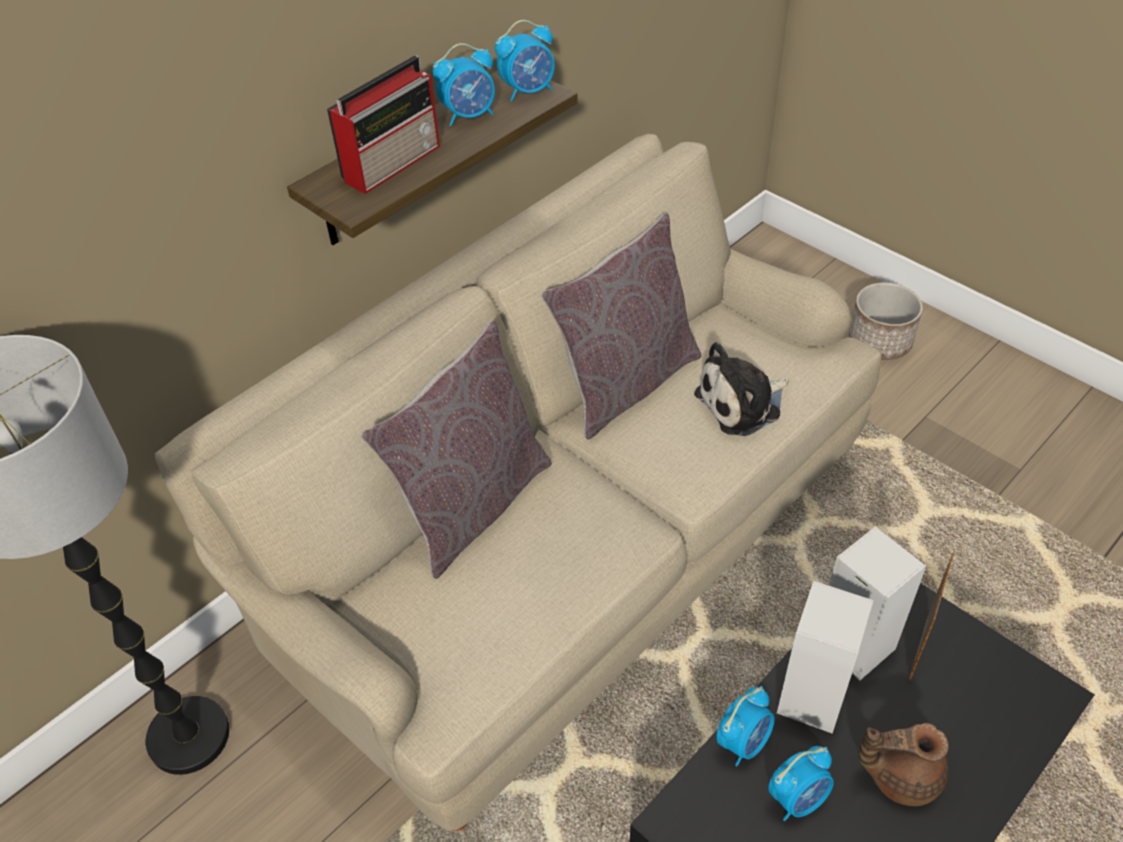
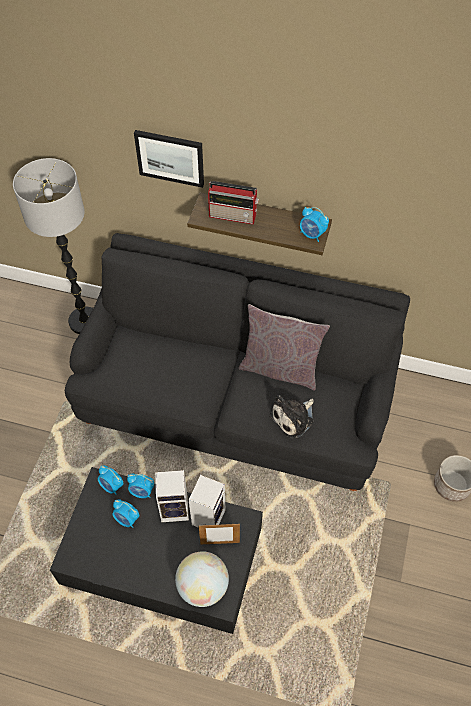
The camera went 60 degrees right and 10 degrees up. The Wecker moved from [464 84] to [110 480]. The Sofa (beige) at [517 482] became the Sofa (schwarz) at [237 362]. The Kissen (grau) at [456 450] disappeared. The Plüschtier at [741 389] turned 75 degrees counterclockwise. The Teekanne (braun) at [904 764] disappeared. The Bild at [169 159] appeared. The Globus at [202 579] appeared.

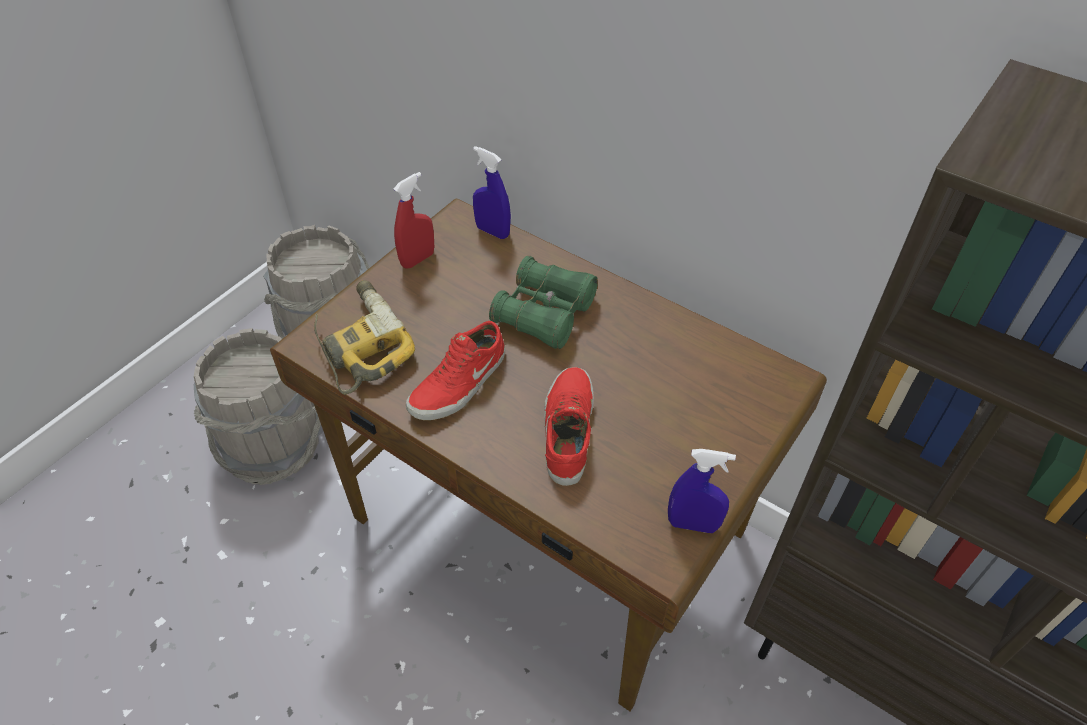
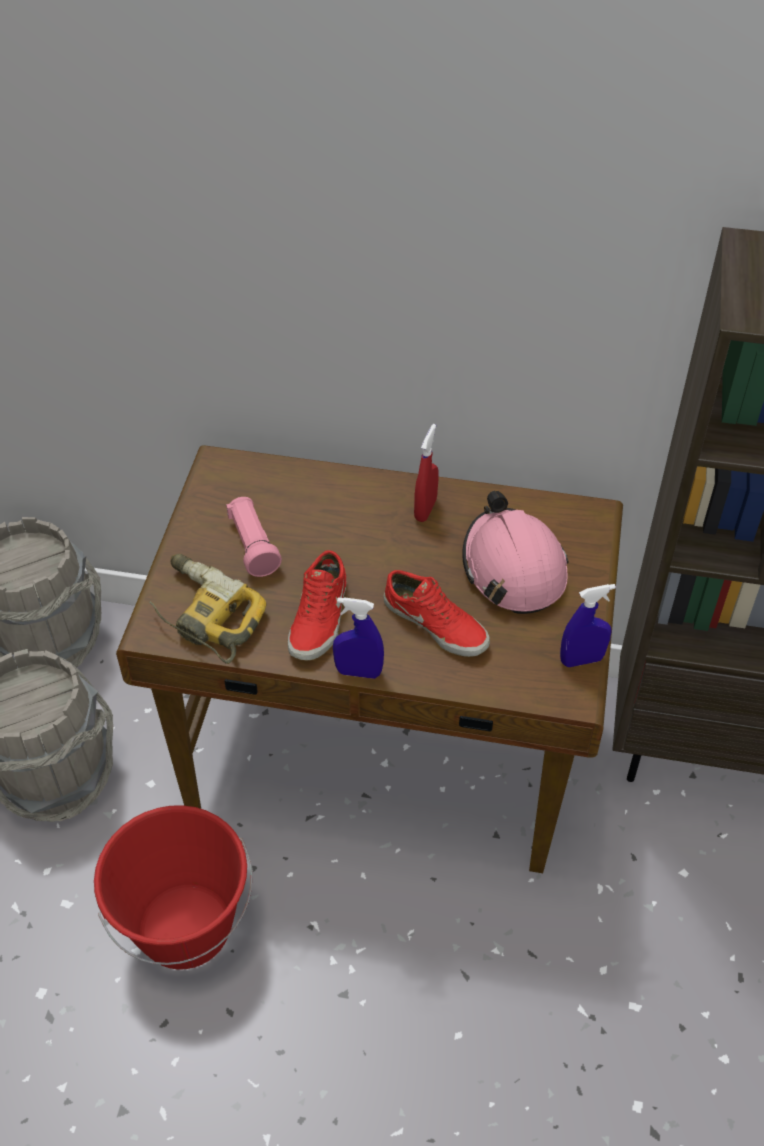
The camera went 25 degrees left and 0 degrees up. The Sprühflasche (blau) moved from [492 192] to [358 638]. The Sprühflasche (rot) moved from [413 220] to [426 473]. The Fernglas (grün) at [543 302] disappeared. The Schuh (rot) at [569 426] turned 150 degrees clockwise. The Schutzhelm (rosa) at [515 552] appeared. The Taschenlampe (rosa) at [254 537] appeared. The Eimer (rot) at [173 887] appeared.

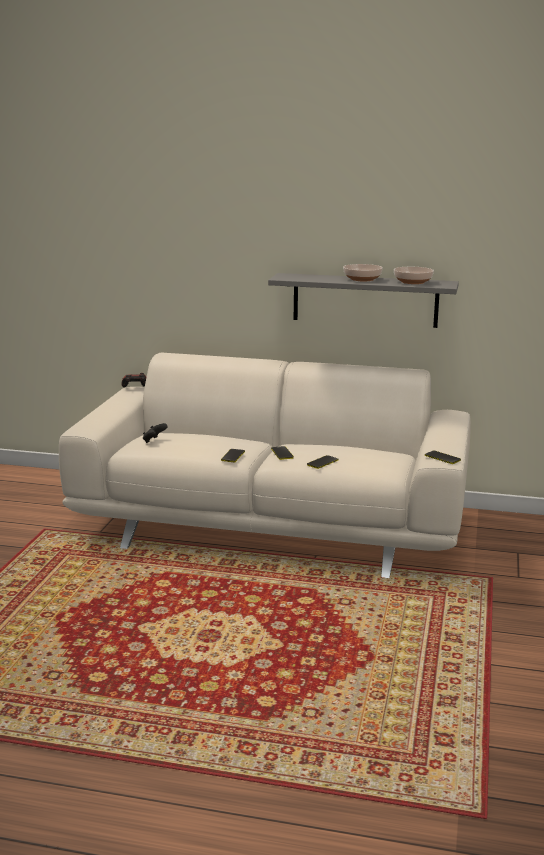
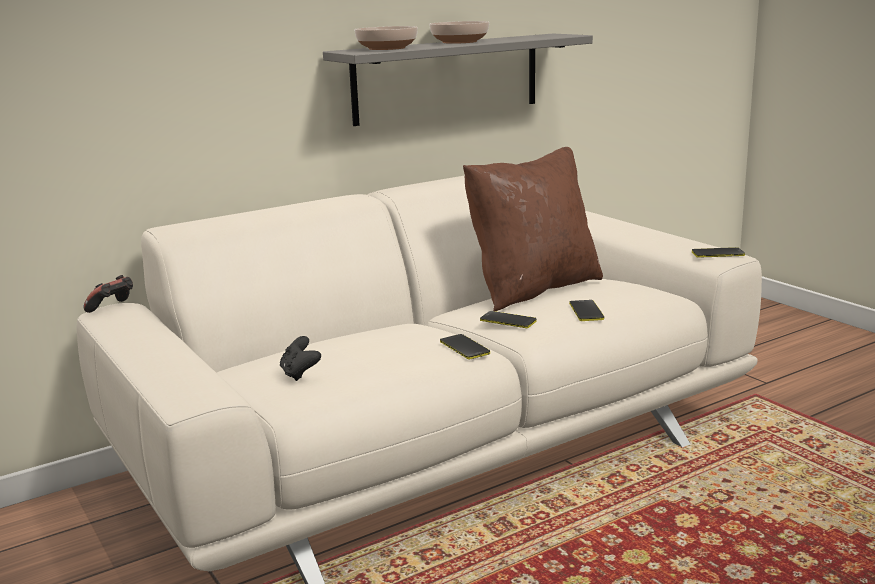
The camera went 45 degrees left and 0 degrees up. The Schüssel moved from [414 275] to [386 38]. The Kissen (braun) at [533 229] appeared.

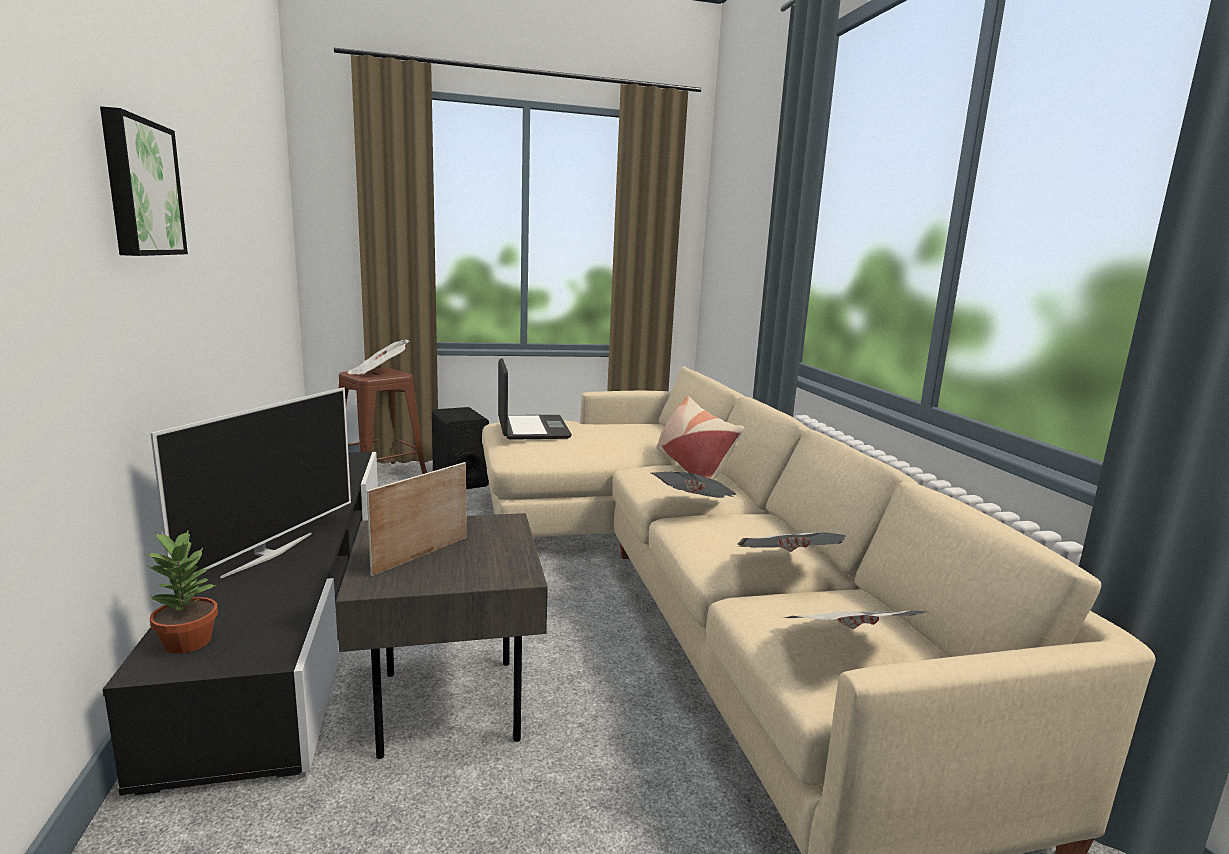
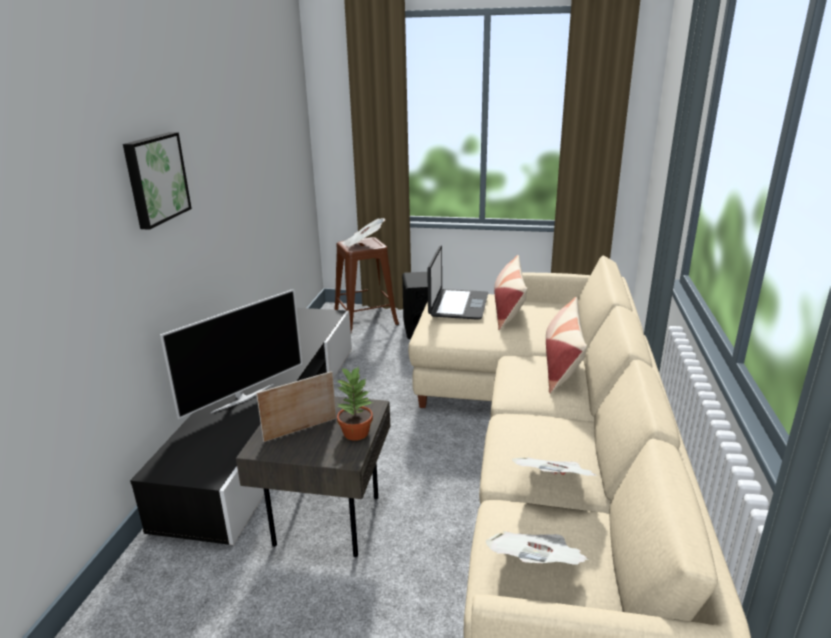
The camera went 25 degrees right and 10 degrees up. The Zeitung at [693 485] disappeared. The Topfpflanze moved from [181 591] to [355 404]. The Kissen at [511 292] appeared.

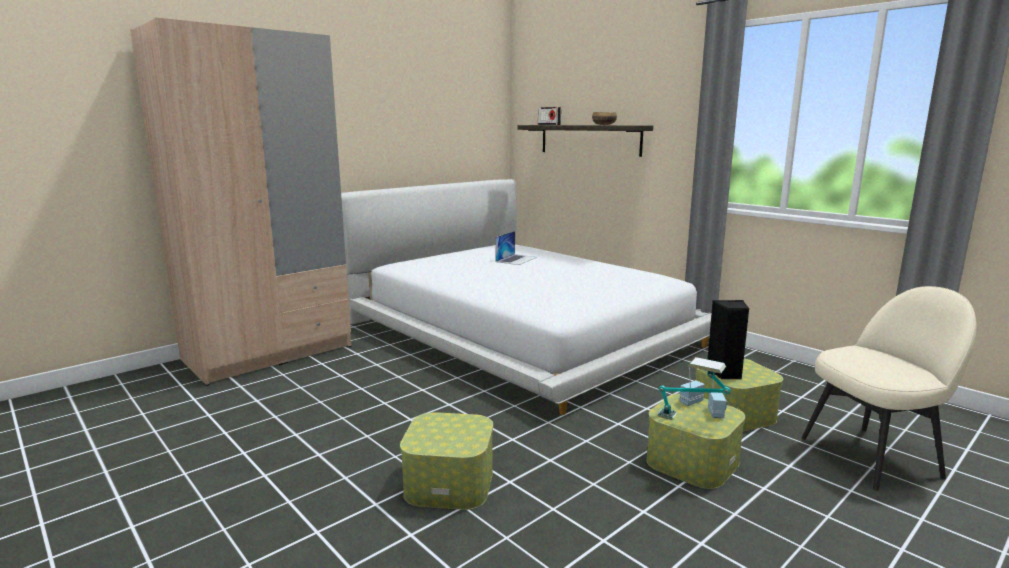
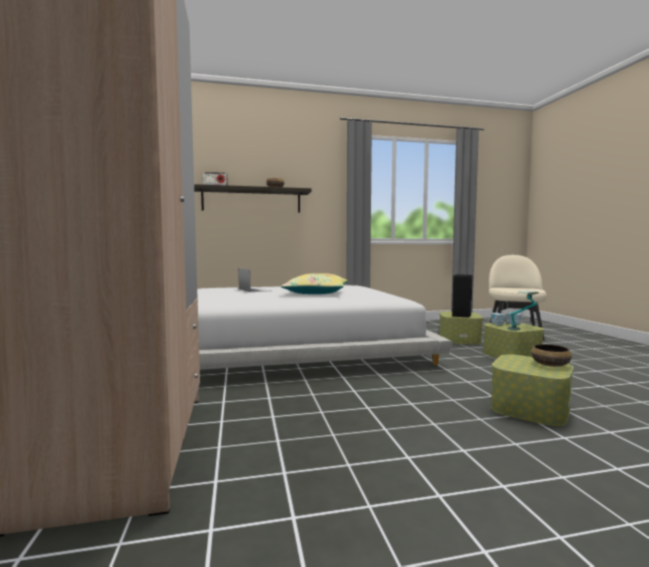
The camera went 60 degrees left and 10 degrees down. The Kissen (gelb) at [314 283] appeared. The Schüssel at [551 355] appeared.

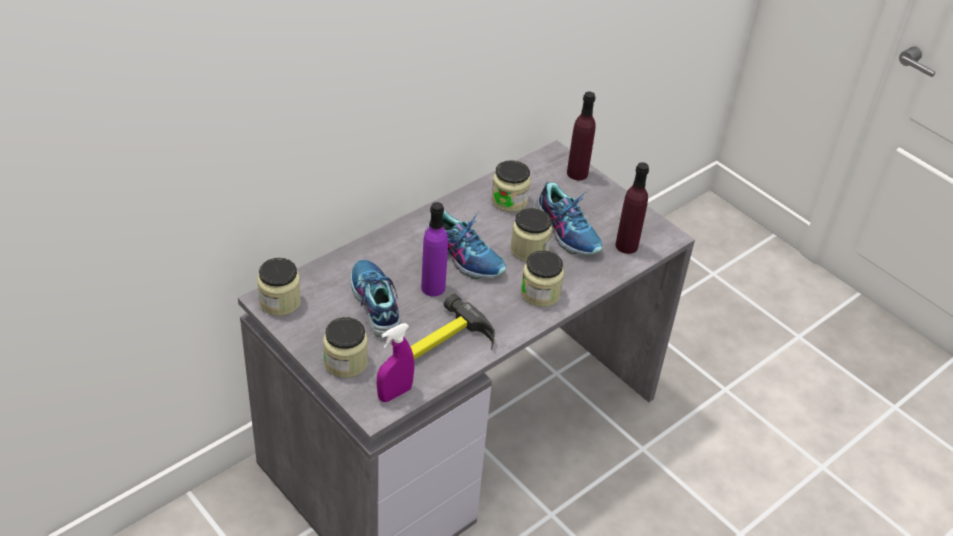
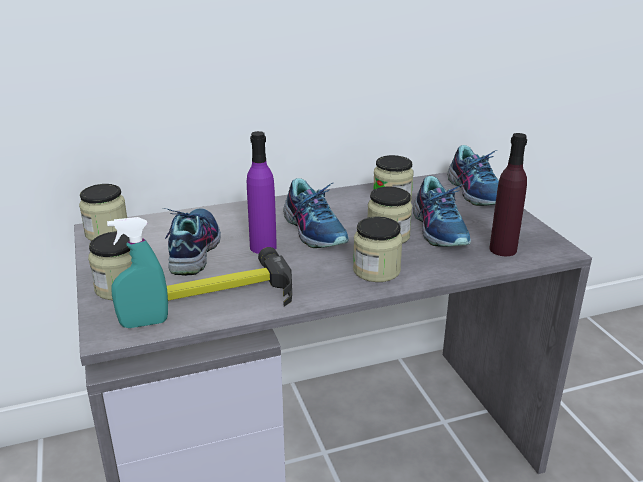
The camera went 25 degrees right and 15 degrees down. The Flasche (lila) at [581 136] was replaced by the Schuh at [473 175]. The Sprühflasche (lila) at [395 362] became the Sprühflasche (türkis) at [137 272].

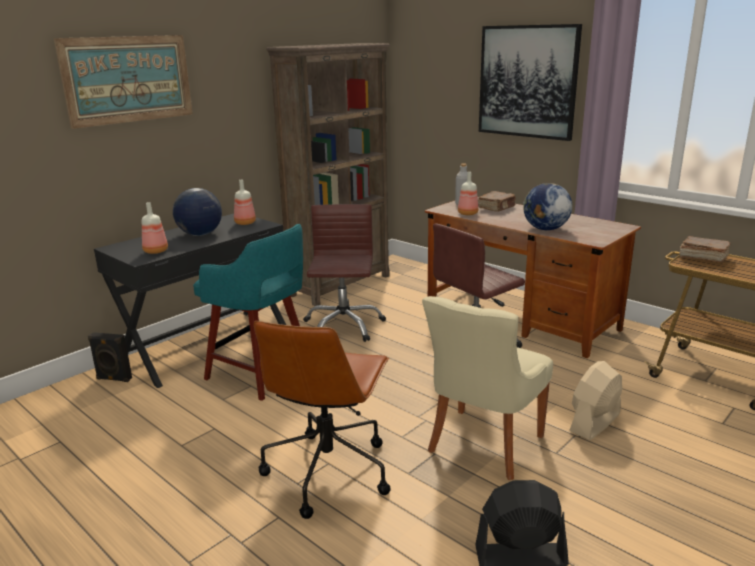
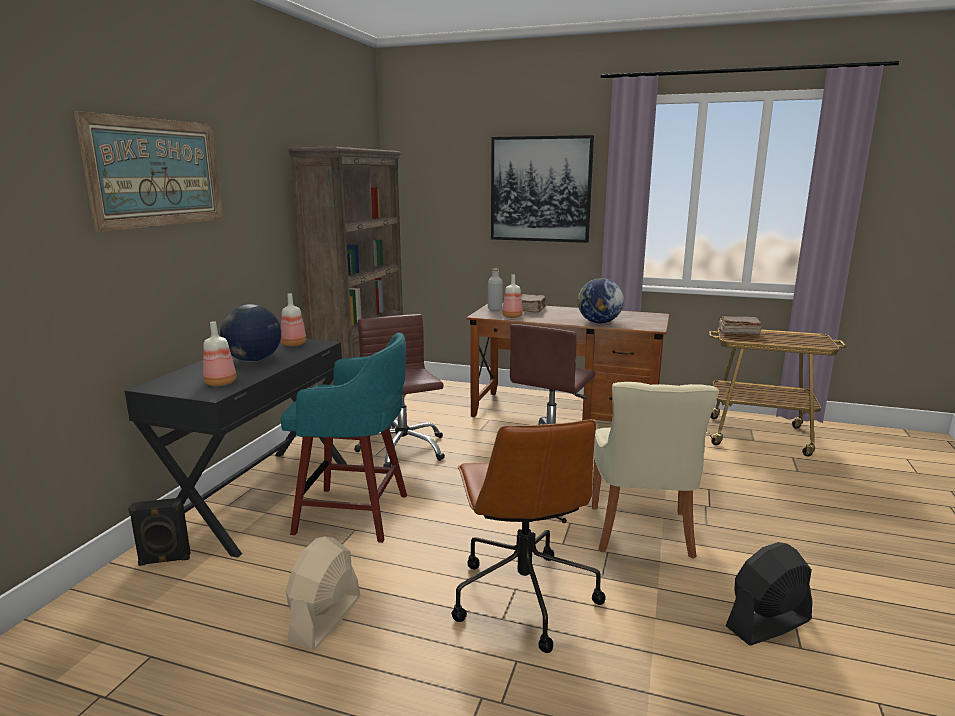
The camera went 25 degrees left and 5 degrees down. The Ventilator (beige) moved from [595 400] to [322 593].

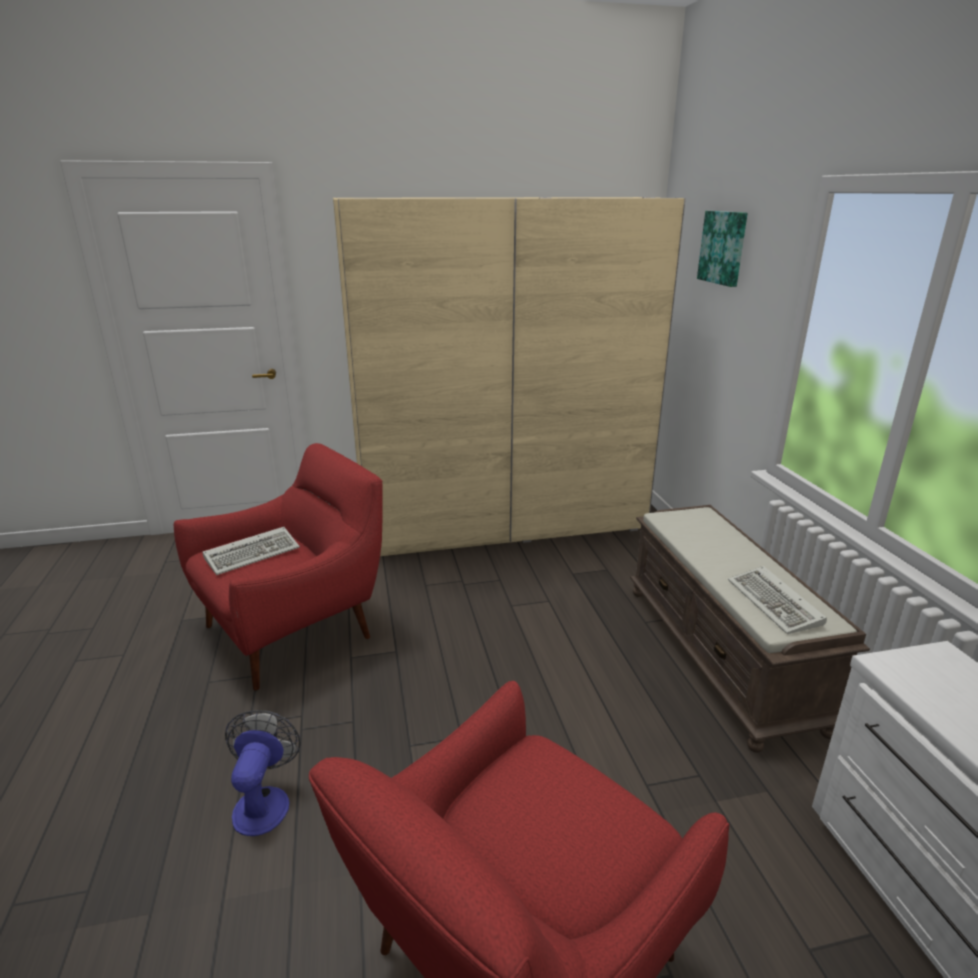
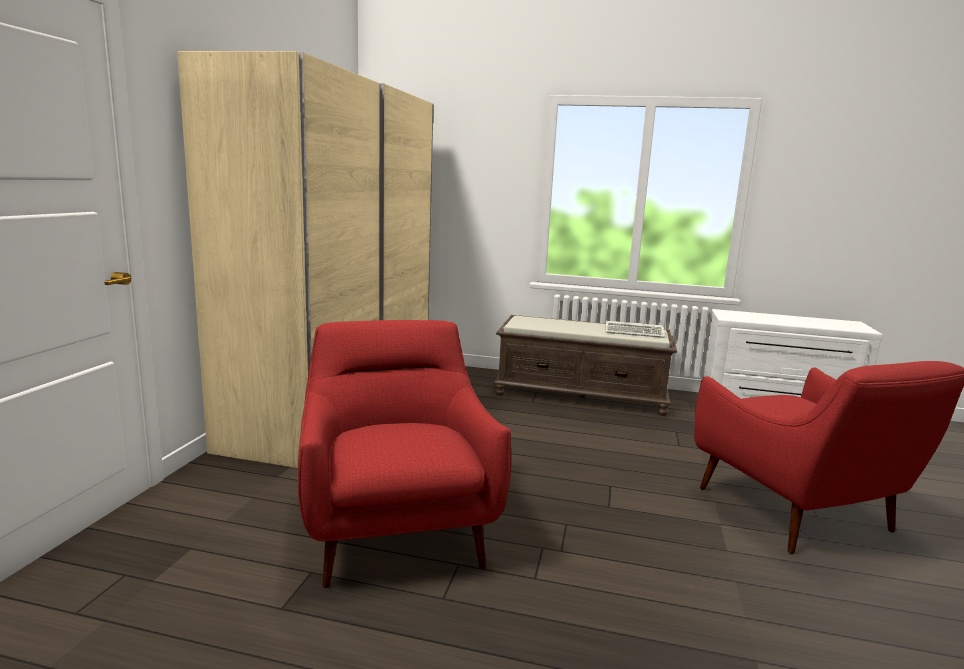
The camera went 65 degrees left and 10 degrees down. The Bild at [722 249] disappeared. The Tastatur at [251 551] disappeared. The Ventilator at [263 773] disappeared.

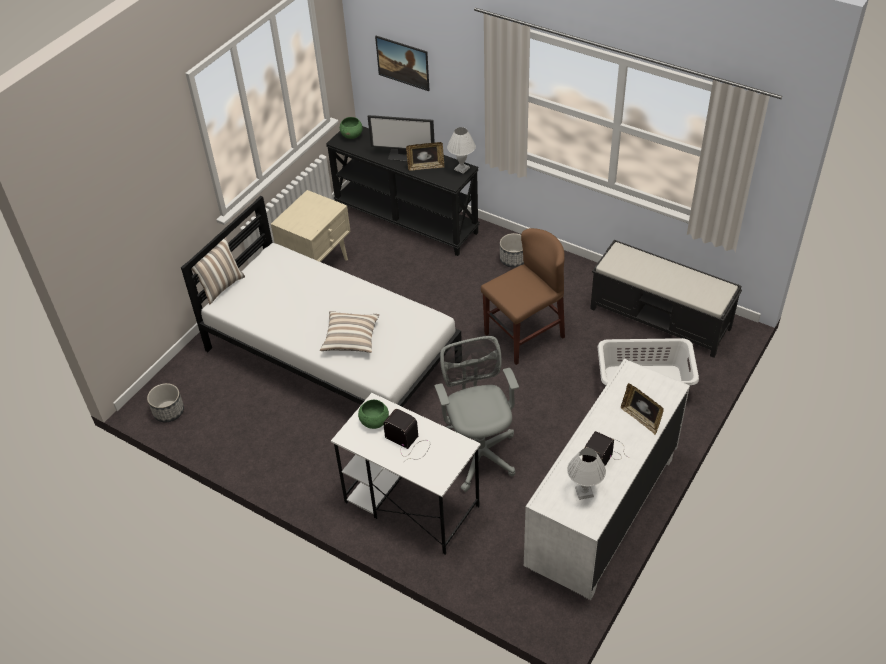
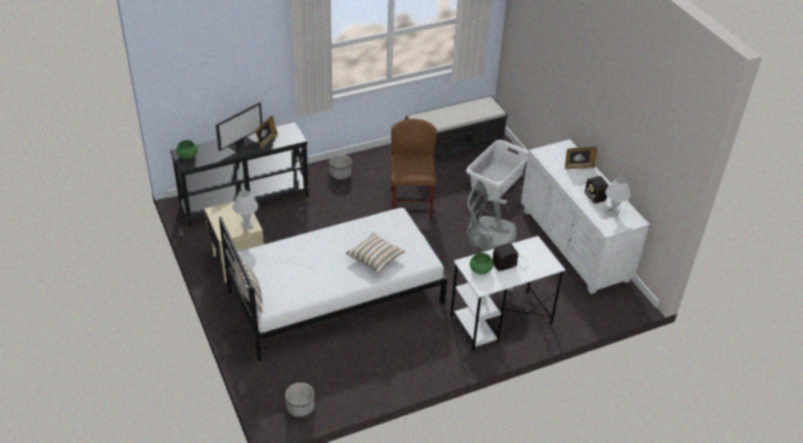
The camera went 60 degrees left and 5 degrees down. The Bild at [402 63] disappeared. The Tischlampe (weiß) moved from [461 150] to [245 209].

